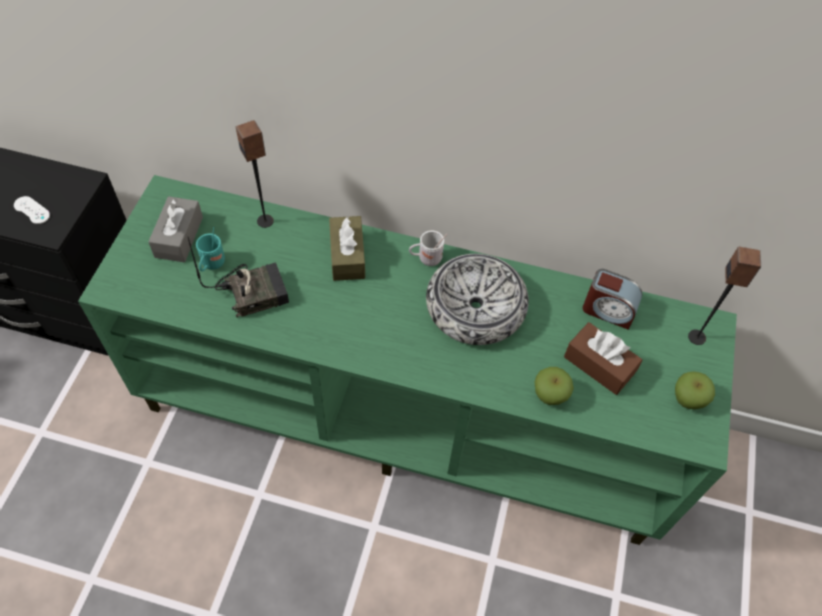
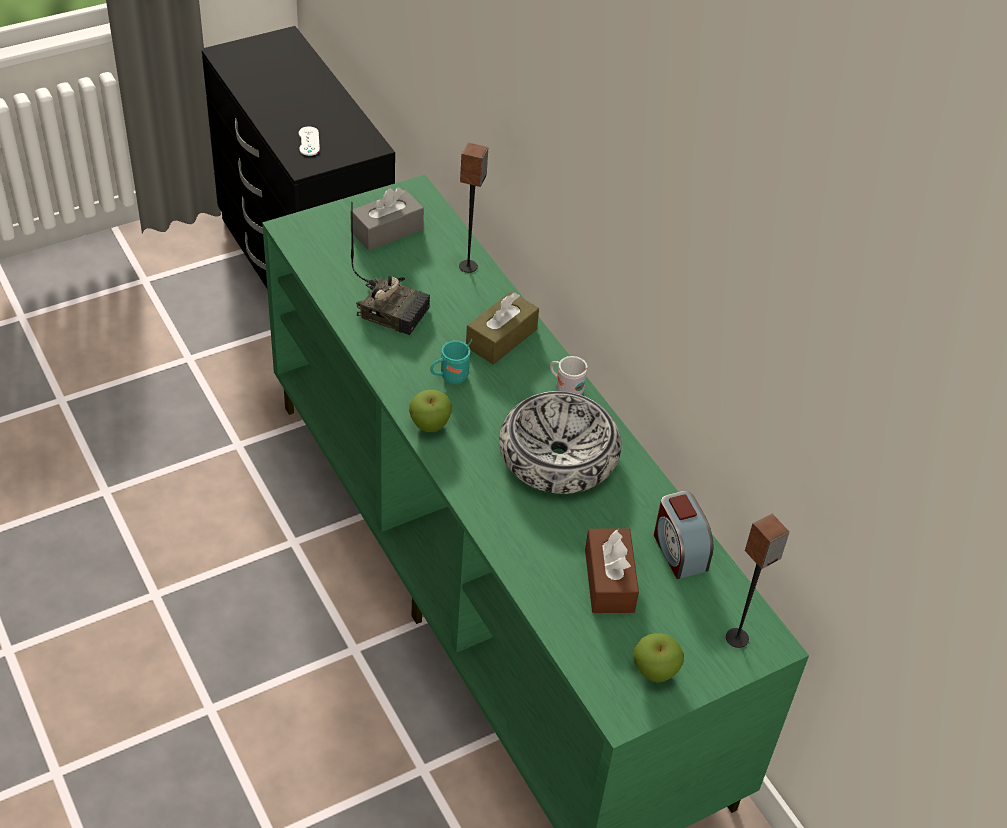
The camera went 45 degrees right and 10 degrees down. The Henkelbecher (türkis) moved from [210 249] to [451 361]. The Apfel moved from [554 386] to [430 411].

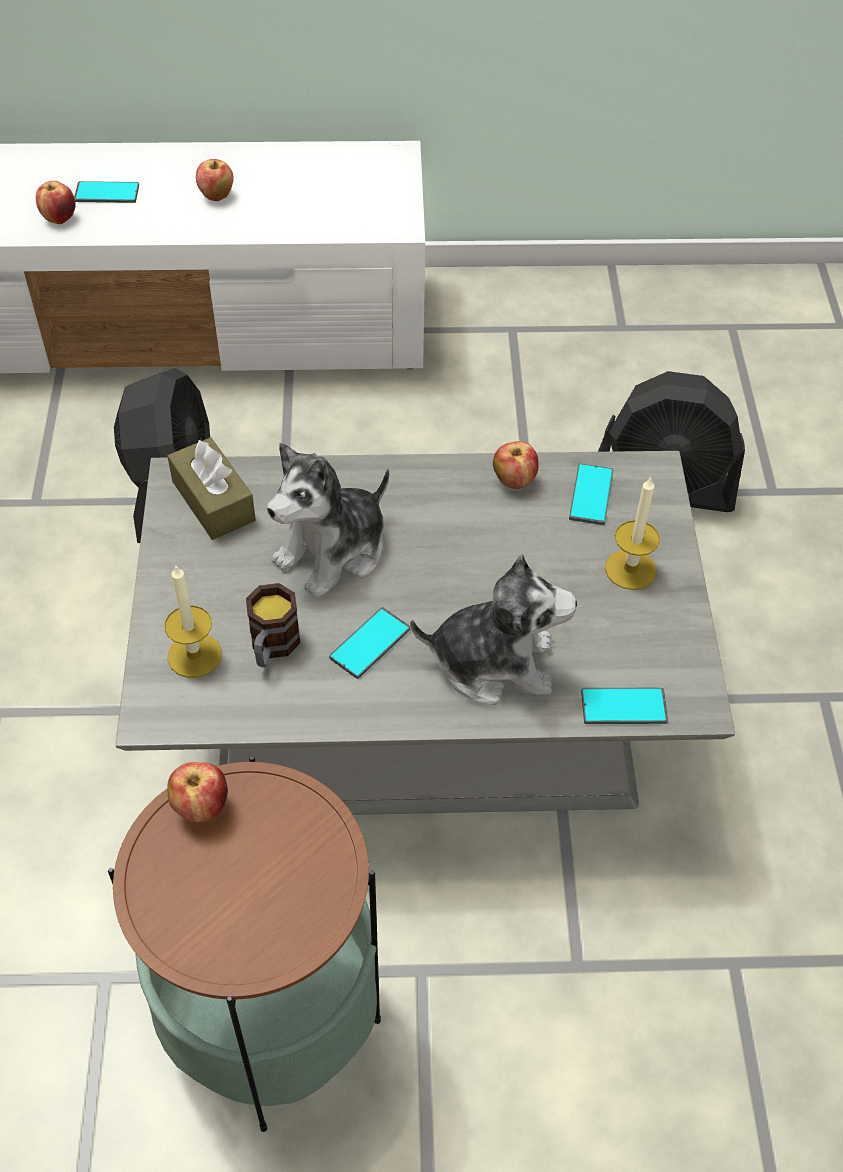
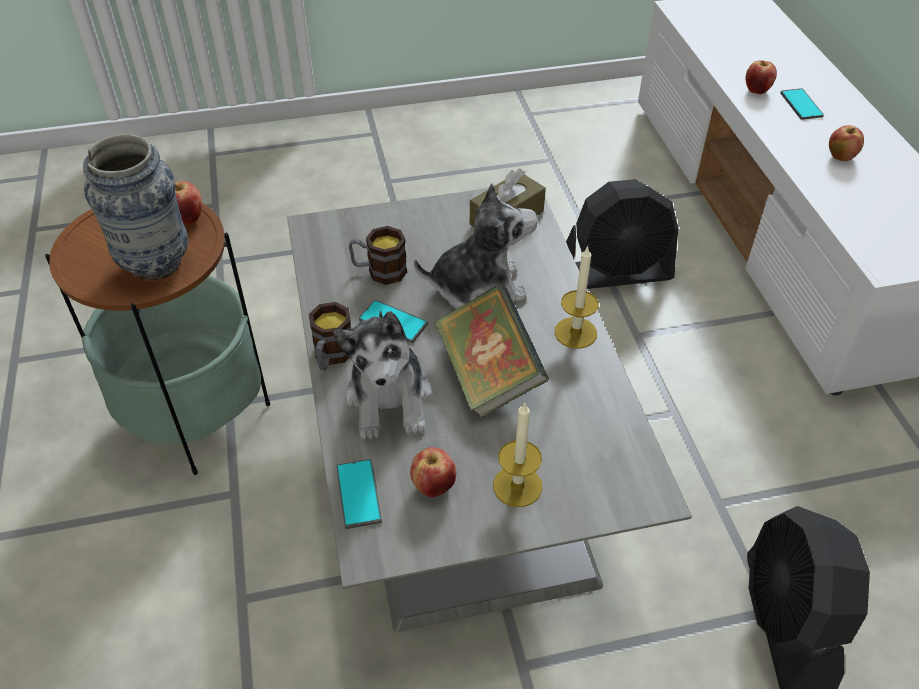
The camera went 80 degrees right and 5 degrees down. The Apfel moved from [515 465] to [433 472]. The Plüschtier at [328 520] turned 135 degrees clockwise. The Handy at [591 494] disappeared. The Kerze moved from [193 622] to [577 297]. The Vase at [135 207] appeared. The Buch at [491 351] appeared. The Henkelbecher at [330 336] appeared.

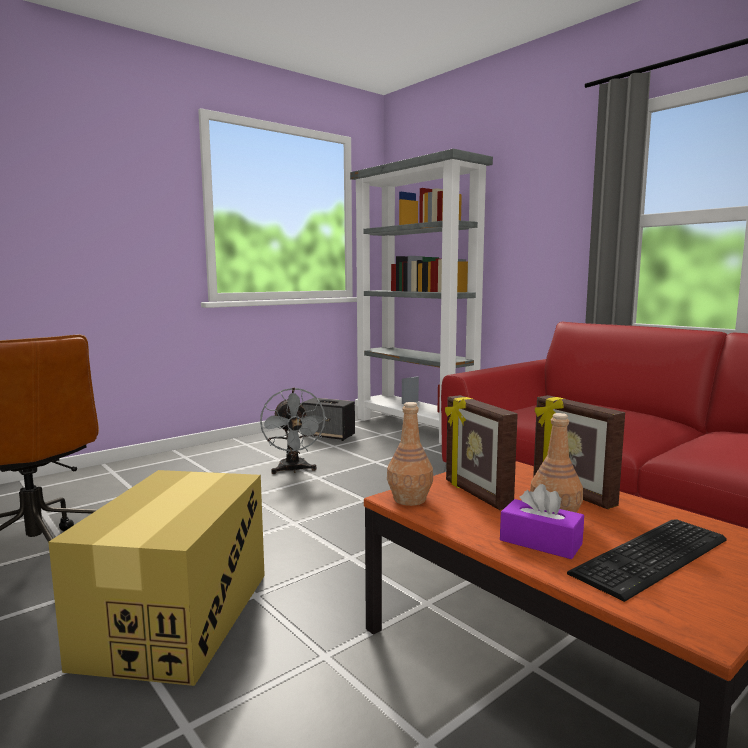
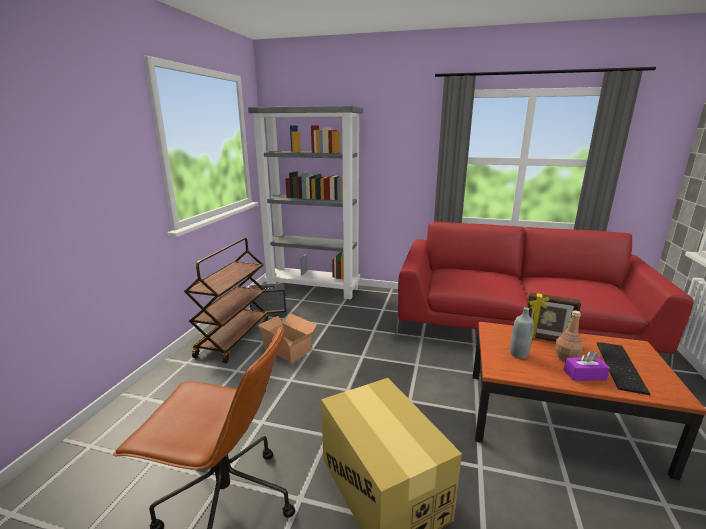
The camera went 35 degrees left and 10 degrees up. The Ventilator (grau) at [293 431] was replaced by the Karton at [287 338]. The Bilderrahmen at [481 452] was replaced by the Flasche (grau) at [522 333]. The Flasche (braun) at [410 454] disappeared. The Rollwagen (braun) at [226 300] appeared.

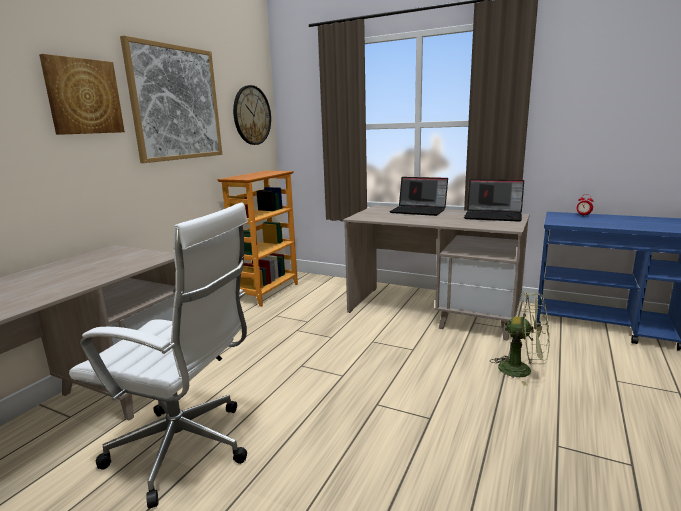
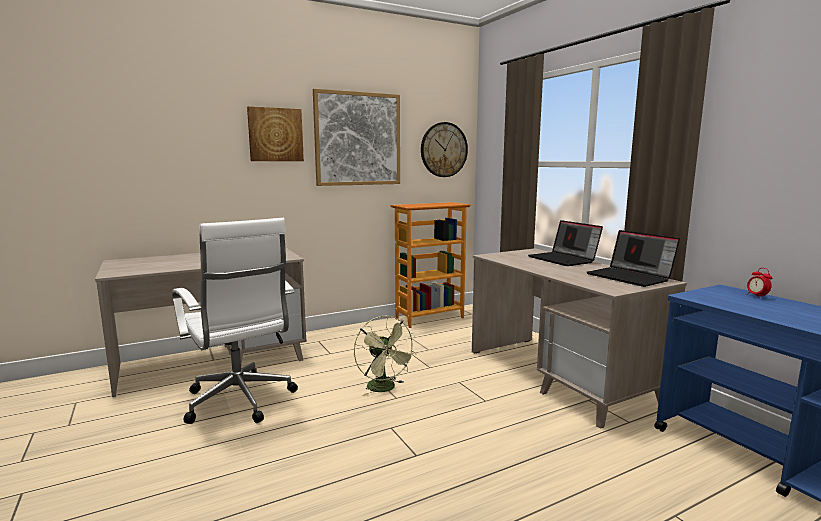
The camera went 35 degrees right and 5 degrees down. The Ventilator (grün) moved from [519 339] to [385 356].

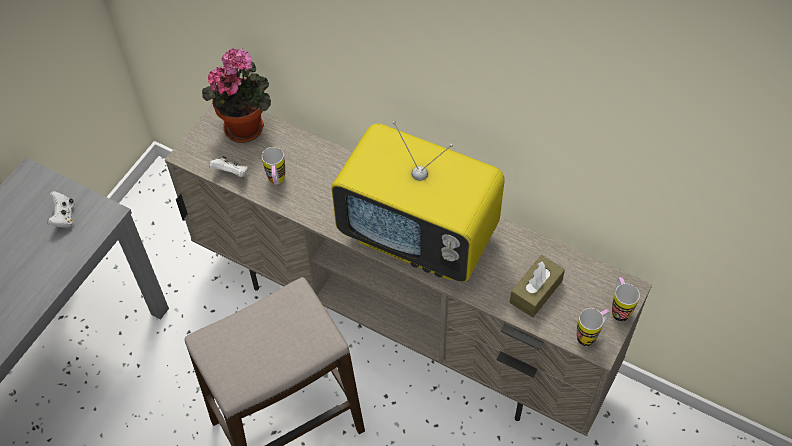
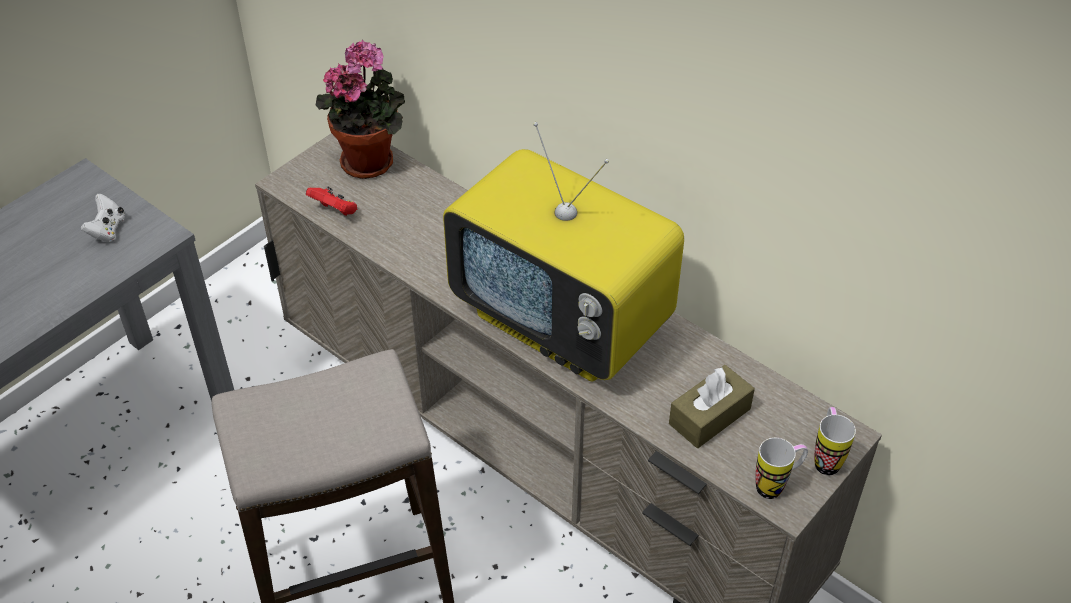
The camera went 10 degrees right and 10 degrees down. The Henkelbecher at [273 165] disappeared. The Gamepad (weiß) at [228 166] became the Gamepad (rot) at [331 201].

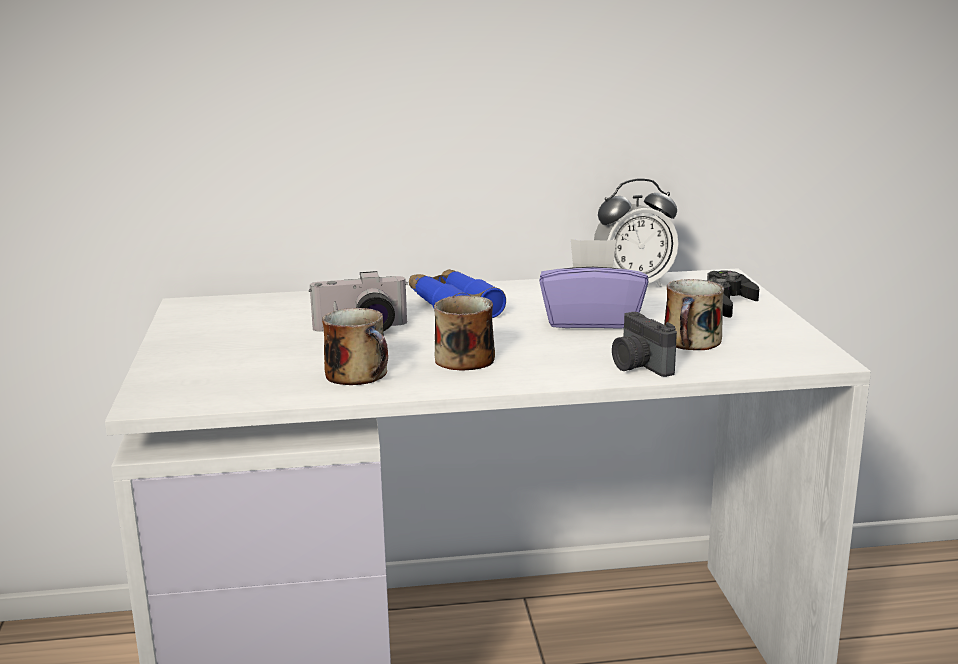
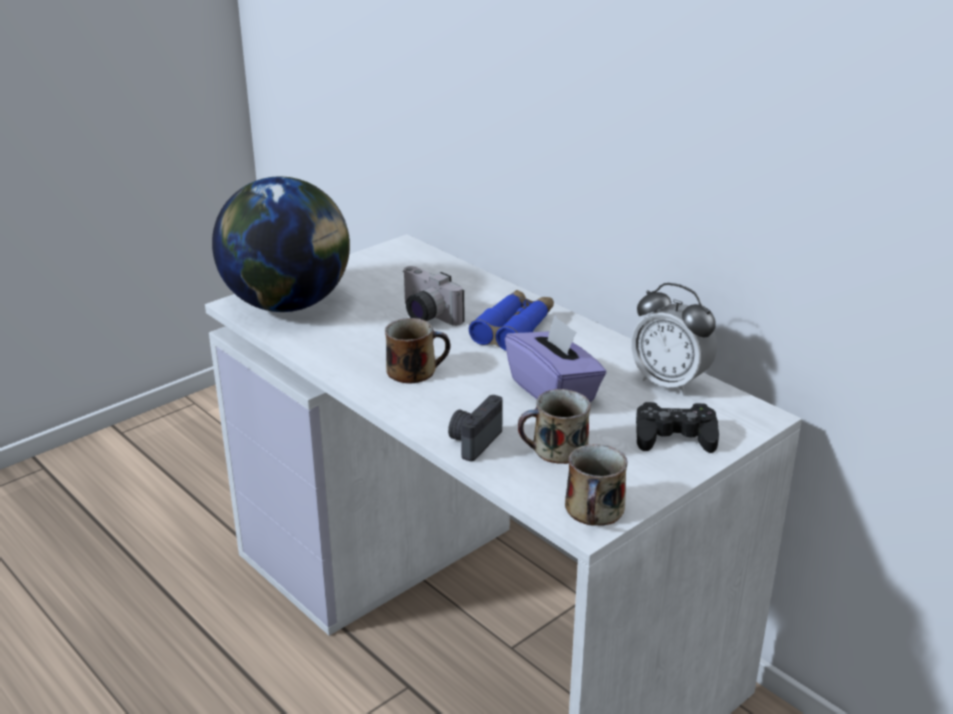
The camera went 55 degrees right and 10 degrees up. The Henkelbecher moved from [355 346] to [596 485]. The Globus at [281 244] appeared.

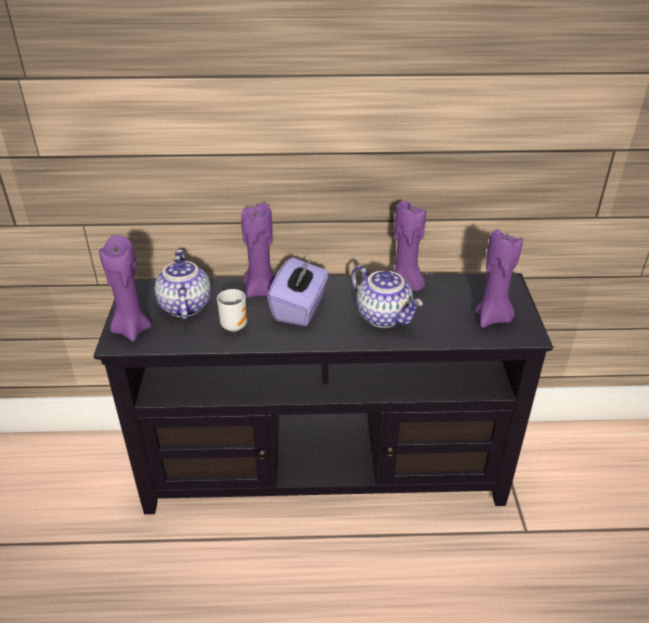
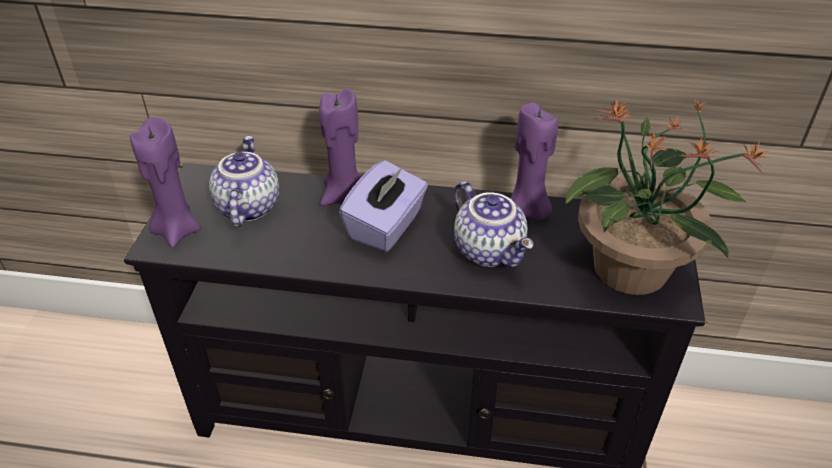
The camera went 10 degrees right and 5 degrees up. The Kerze (lila) at [499 278] was replaced by the Topfpflanze at [667 196]. The Henkelbecher at [232 310] disappeared.

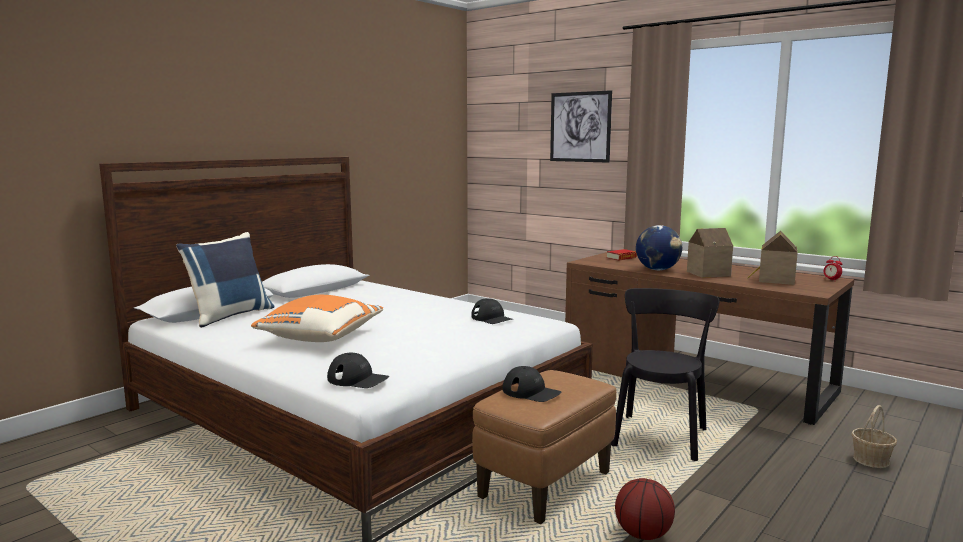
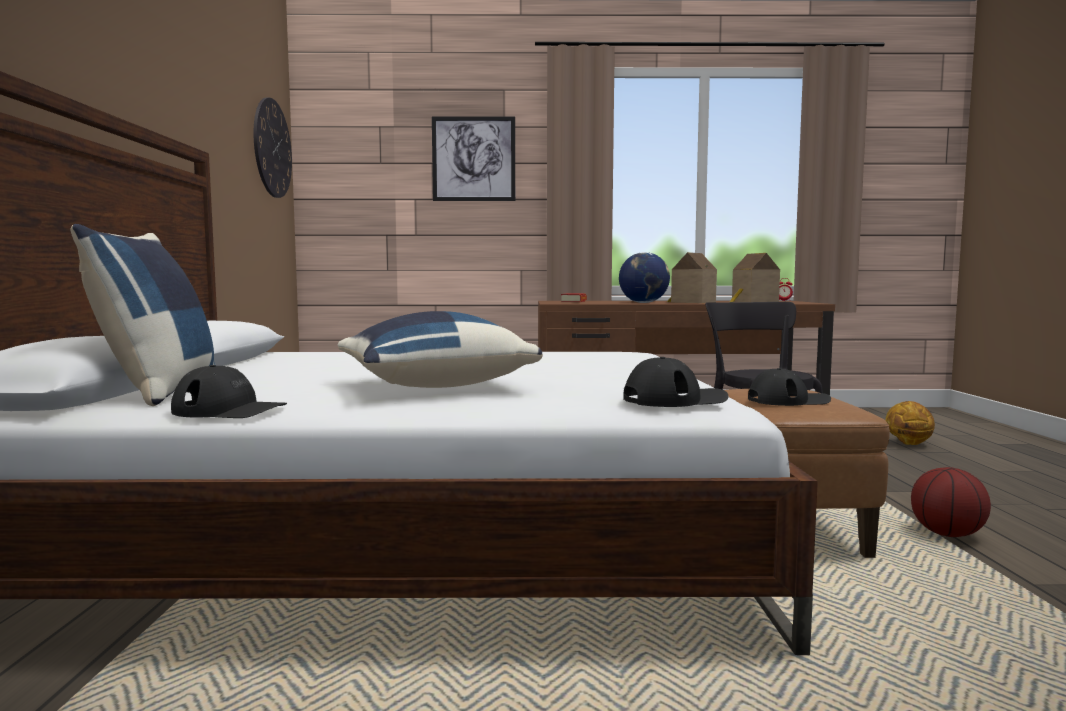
The camera went 40 degrees left and 5 degrees down. The Kissen (orange) at [317 318] became the Kissen (blau) at [440 349]. The Kappe (schwarz) moved from [492 311] to [229 391]. The Korb at [874 436] was replaced by the Basketball at [910 423]. The Wanduhr at [273 148] appeared.

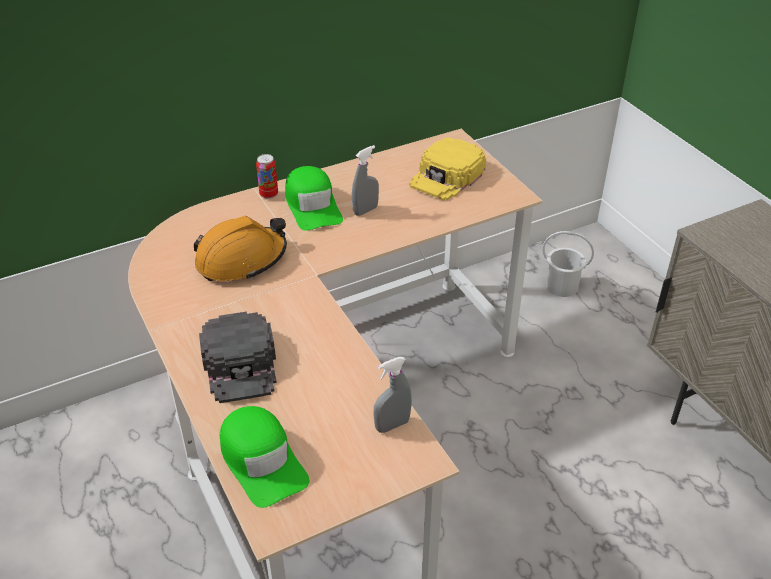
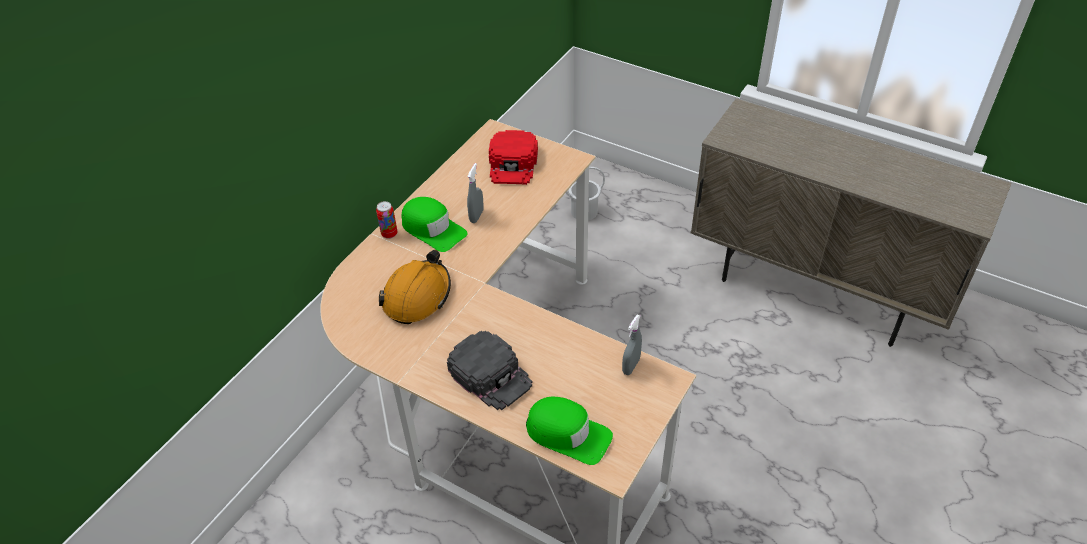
The camera went 30 degrees left and 5 degrees up. The Kappe (gelb) at [447 169] became the Kappe (rot) at [513 157].

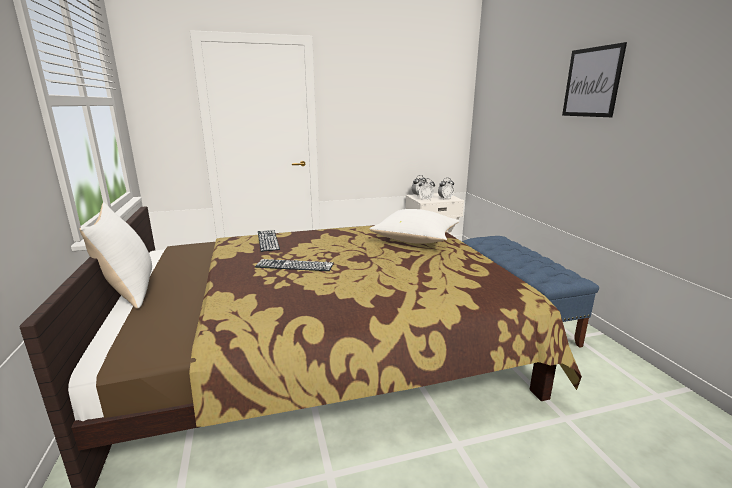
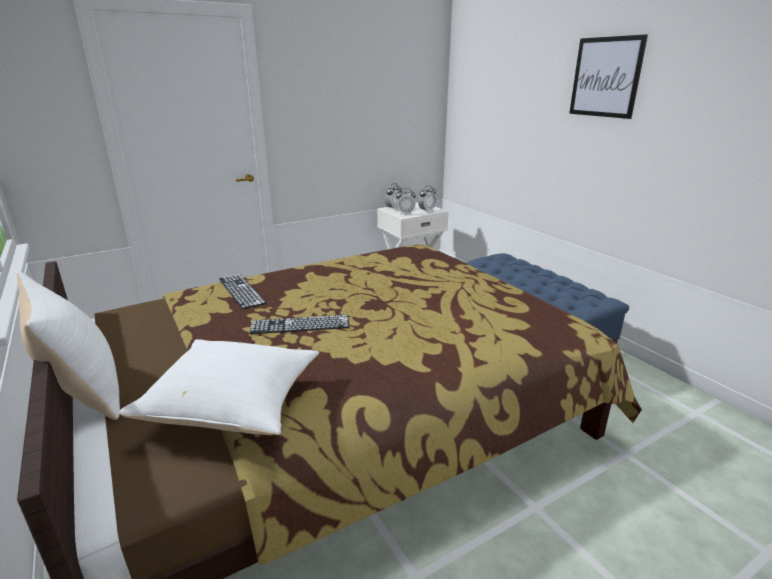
The camera went 15 degrees left and 5 degrees up. The Kissen (weiß) moved from [414 226] to [219 387].

